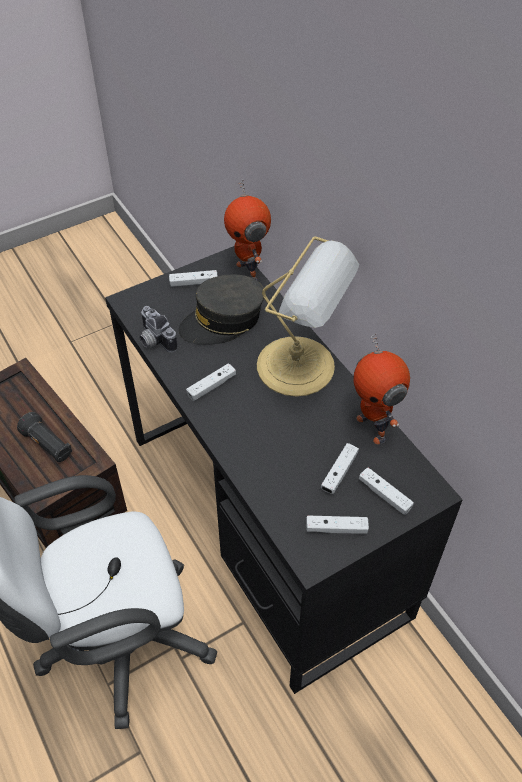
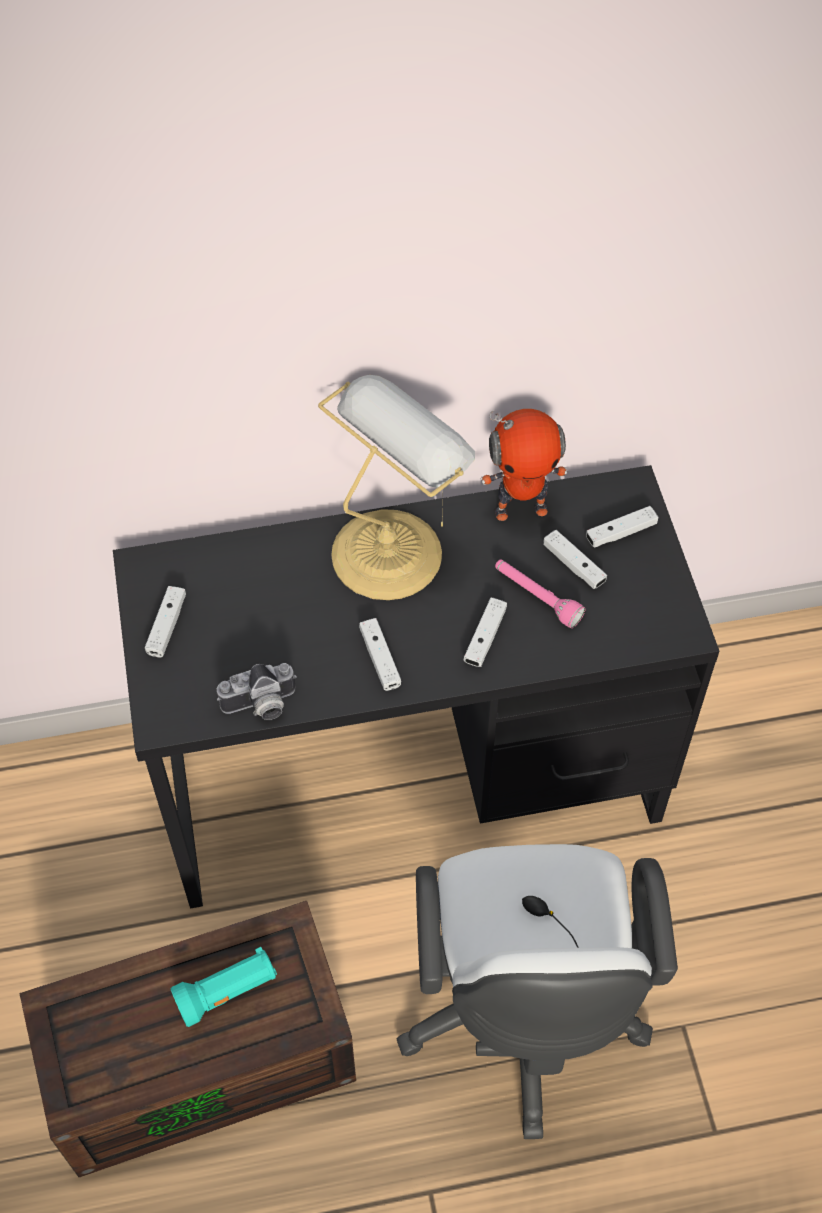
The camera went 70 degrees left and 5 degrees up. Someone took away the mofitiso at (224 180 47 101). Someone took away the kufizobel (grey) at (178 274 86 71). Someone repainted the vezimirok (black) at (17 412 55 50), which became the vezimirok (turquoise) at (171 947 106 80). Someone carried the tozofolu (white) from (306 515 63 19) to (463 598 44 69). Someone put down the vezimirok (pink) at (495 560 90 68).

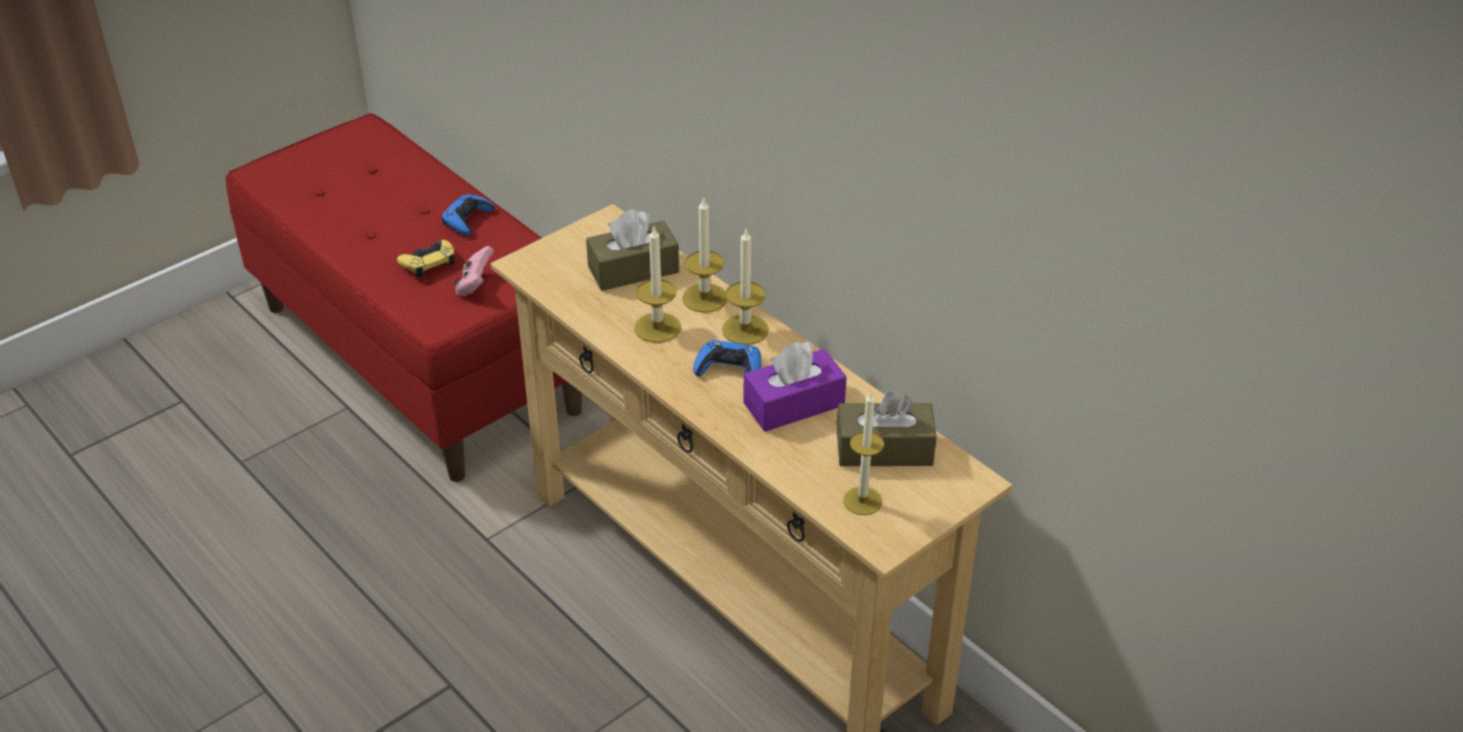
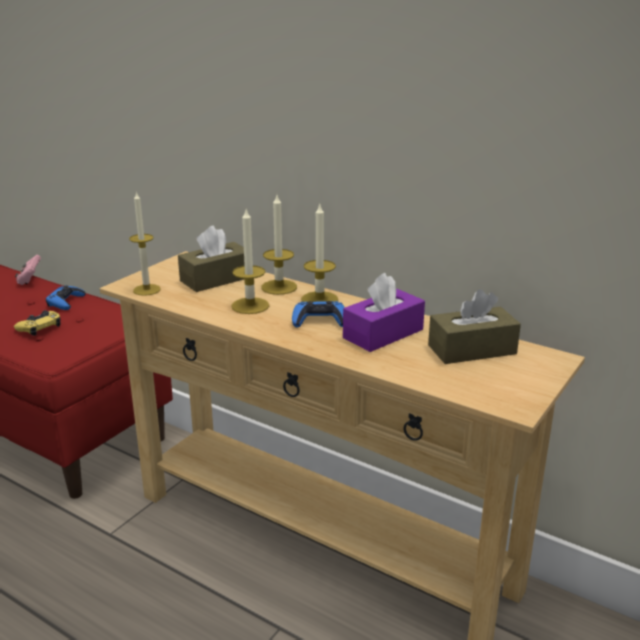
The camera went 15 degrees left and 15 degrees down. Someone carried the tozofolu (pink) from (454 246 40 50) to (15 255 26 30). Someone carried the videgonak from (843 391 41 124) to (129 191 32 105).

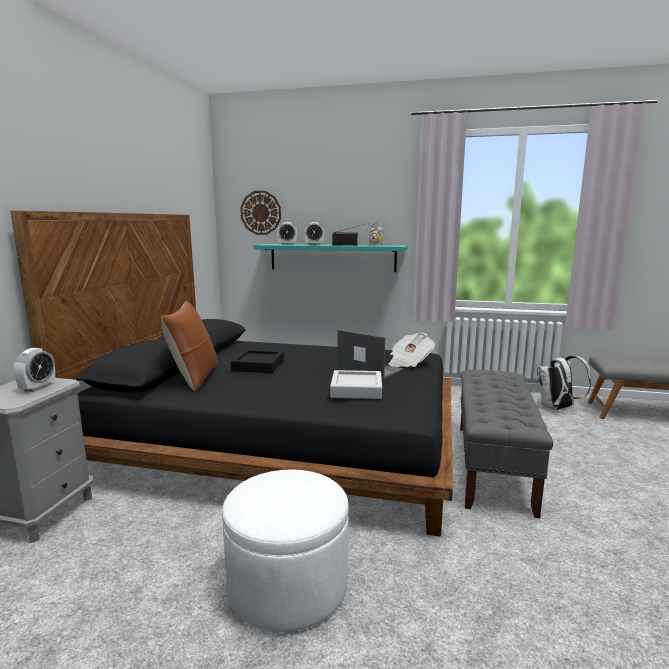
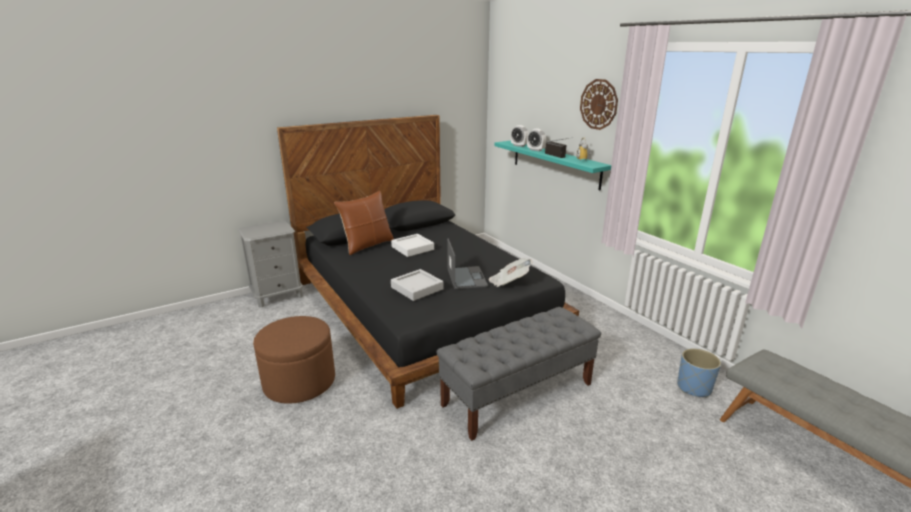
The camera went 45 degrees right and 10 degrees up. Someone carried the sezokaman from (241 191 40 44) to (580 79 38 51). Someone took away the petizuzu at (14 348 41 44). Someone repainted the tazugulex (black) at (231 350 53 23), which became the tazugulex (white) at (391 234 43 23). Someone swapped the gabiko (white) at (537 356 54 54) for the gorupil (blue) at (677 348 44 50). Someone repainted the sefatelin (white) at (222 469 127 163), which became the sefatelin (brown) at (253 316 82 88).

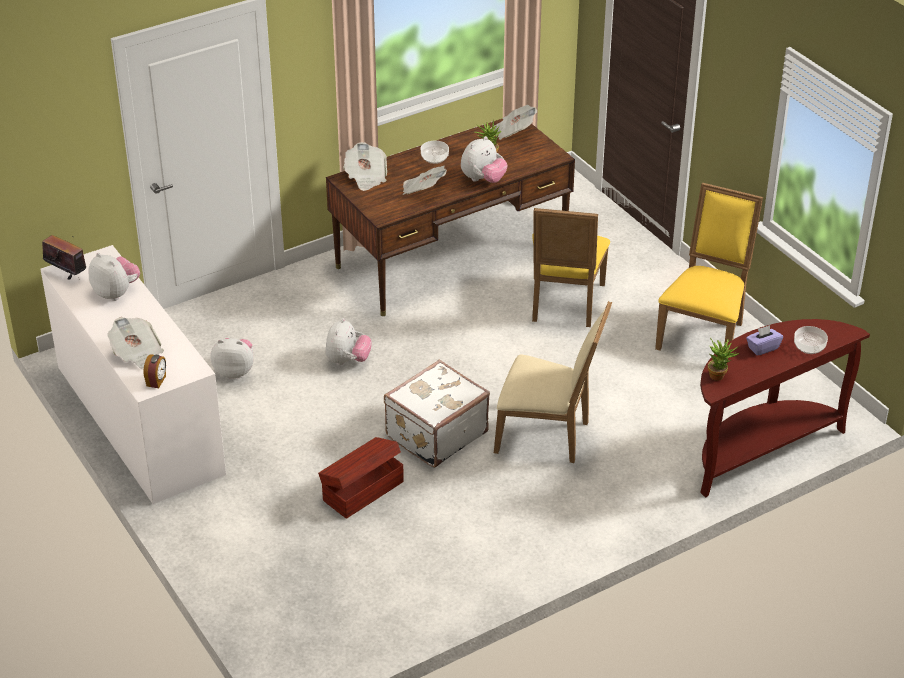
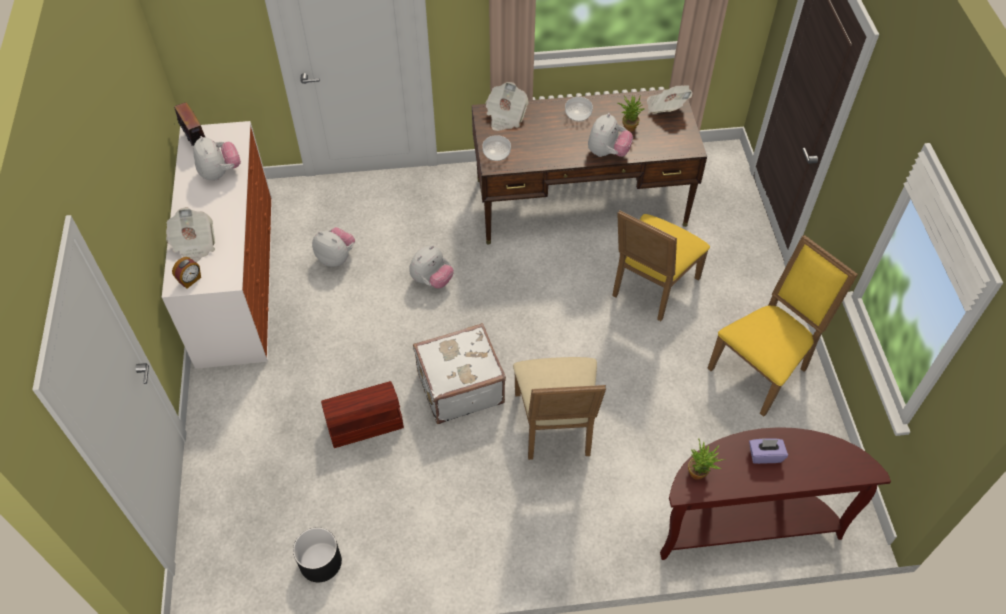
The camera went 25 degrees right and 15 degrees up. Someone rotated the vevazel at (461 136 47 47) by 45 degrees counterclockwise. Someone took away the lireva at (403 166 44 29). Someone rotated the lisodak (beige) at (494 301 118 162) by 45 degrees clockwise. Someone carried the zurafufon from (794 326 34 28) to (482 135 29 26). Someone put down the gorupil (black) at (293 527 49 55).

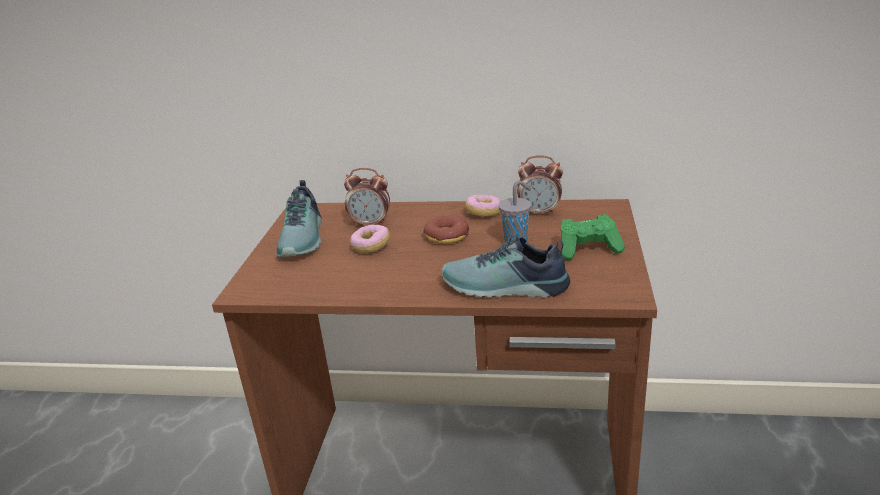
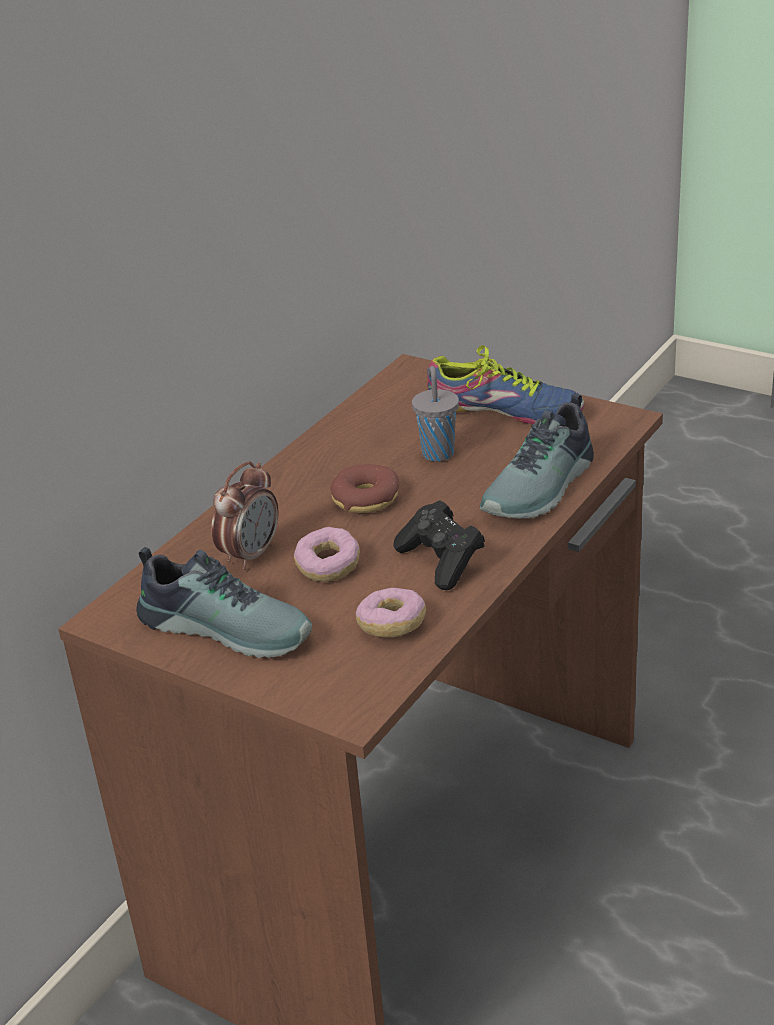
The camera went 65 degrees left and 5 degrees up. Someone took away the petizuzu at (517 155 46 61). Someone carried the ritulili from (466 195 35 22) to (356 588 70 50). Someone swapped the tozofolu (green) at (560 214 65 46) for the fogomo at (427 345 157 79). Someone put down the tozofolu (black) at (393 500 92 90).

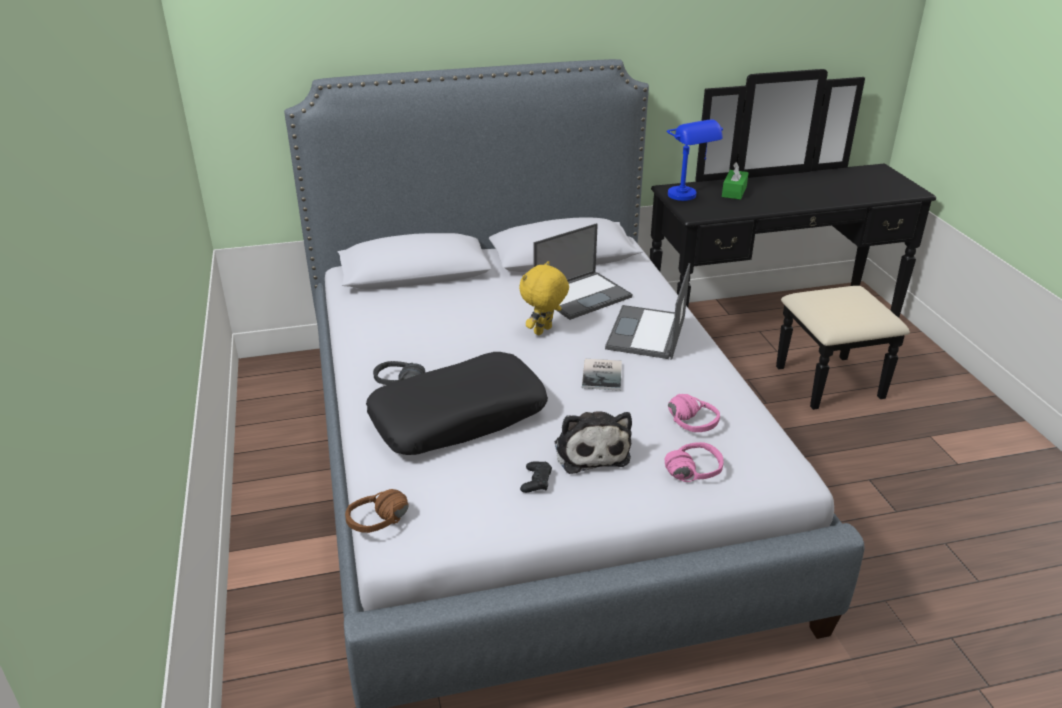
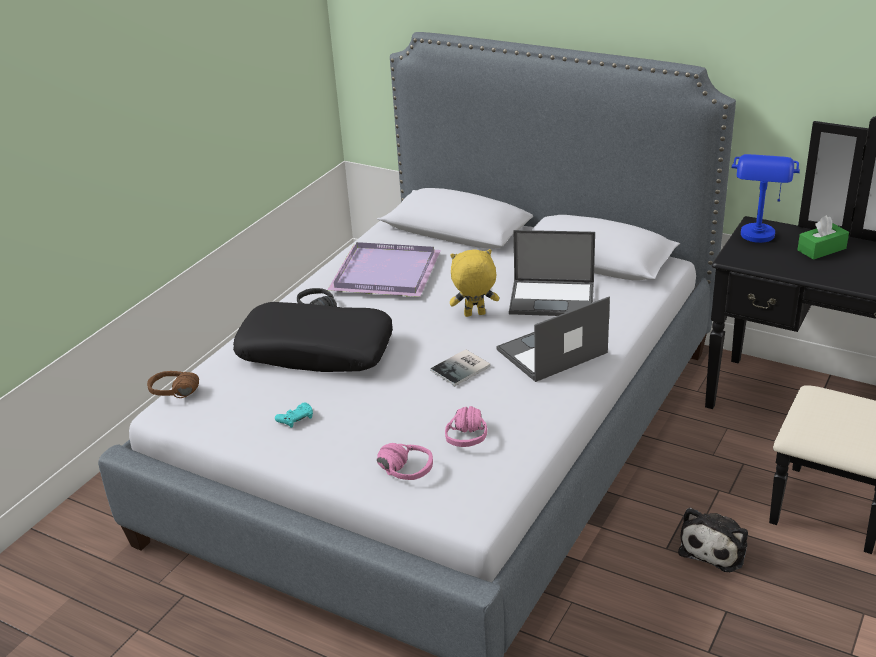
The camera went 45 degrees right and 0 degrees up. Someone carried the vevazel from (555 411 77 63) to (678 508 70 64). Someone repainted the tozofolu (black) at (520 461 32 32), which became the tozofolu (turquoise) at (275 402 38 26). Someone put down the tazugulex (purple) at (327 242 114 55).

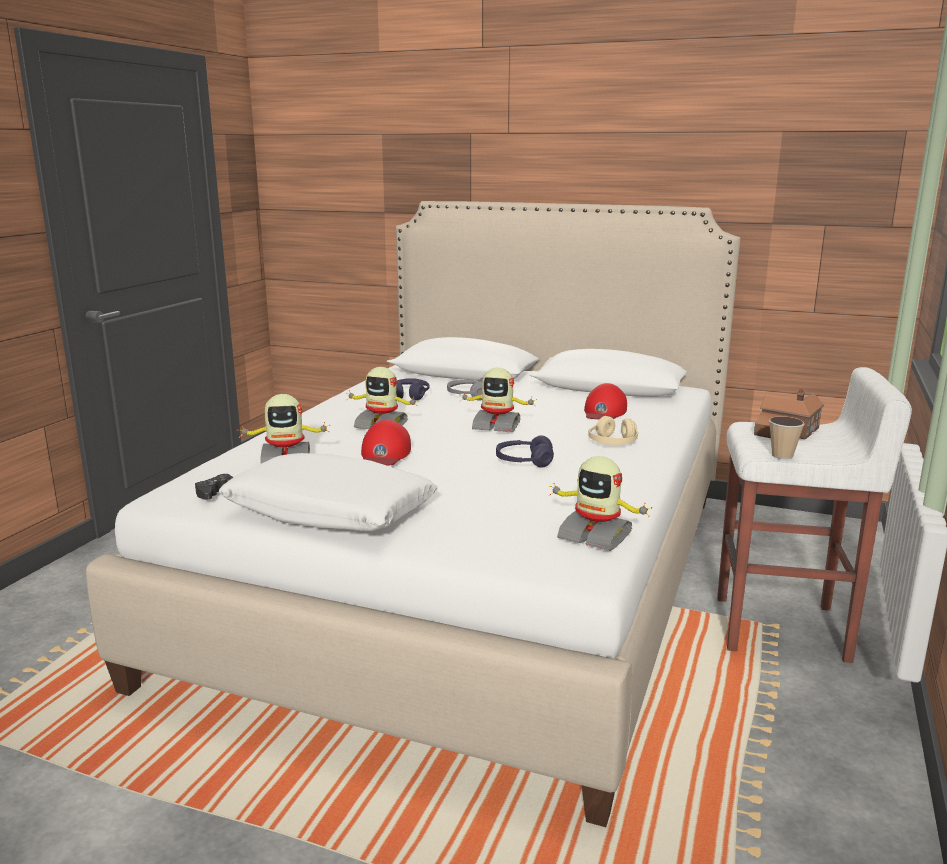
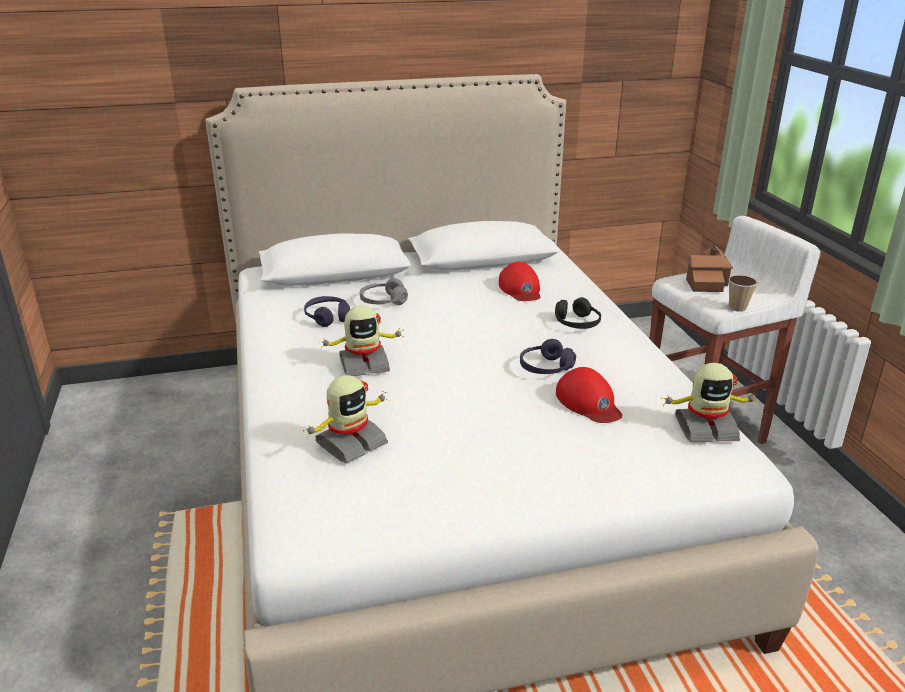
The camera went 35 degrees left and 10 degrees up. Someone took away the mofitiso at (460 368 77 64). Someone repainted the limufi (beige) at (588 416 50 29), which became the limufi (black) at (555 297 46 32). Someone carried the kufizobel (red) from (361 420 50 46) to (556 367 66 56). Someone took away the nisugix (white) at (219 453 219 78). Someone took away the tozofolu (black) at (195 474 38 26).

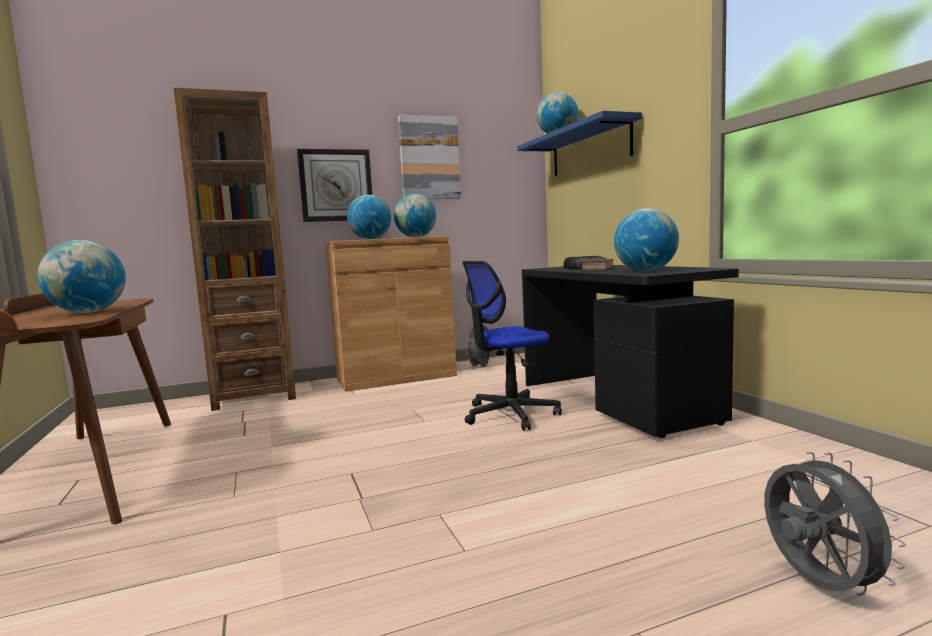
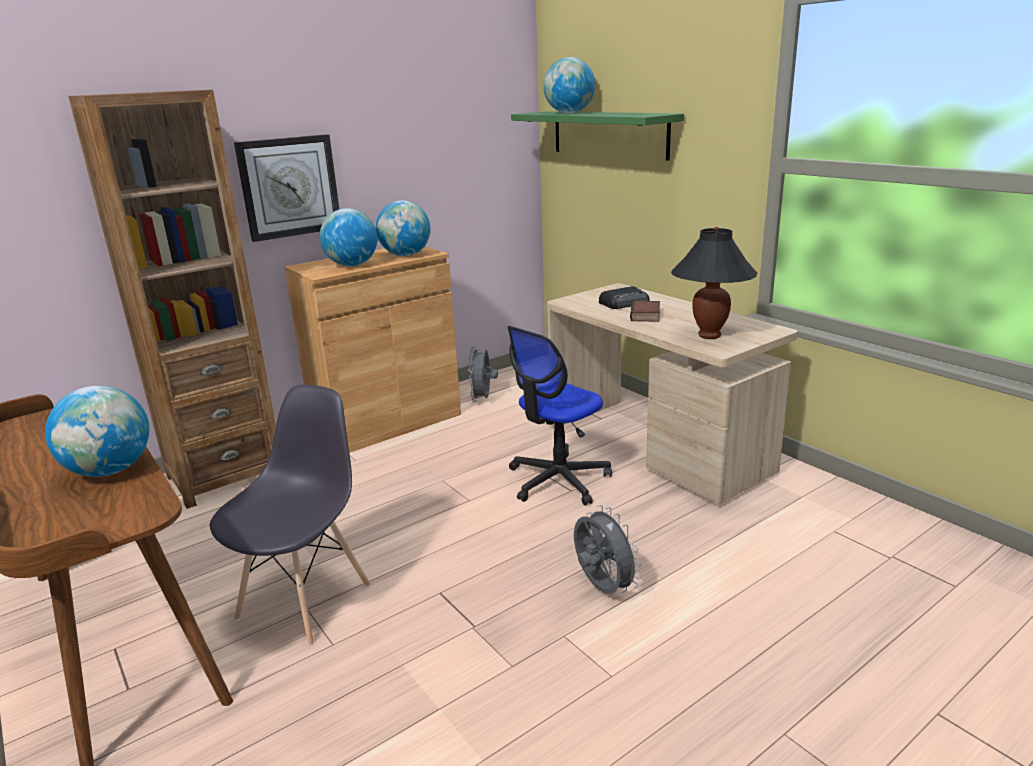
The camera went 15 degrees left and 15 degrees up. Someone repainted the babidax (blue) at (517 111 125 65), which became the babidax (green) at (511 111 173 50). Someone took away the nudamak at (398 115 63 84). Someone swapped the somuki at (614 208 65 63) for the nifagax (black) at (671 227 86 112). Someone repainted the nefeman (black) at (522 265 217 173), which became the nefeman (beige) at (547 283 251 221). Someone carried the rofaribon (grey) from (764 452 142 144) to (574 505 68 89). Someone put down the lisodak (grey) at (210 385 161 260).

